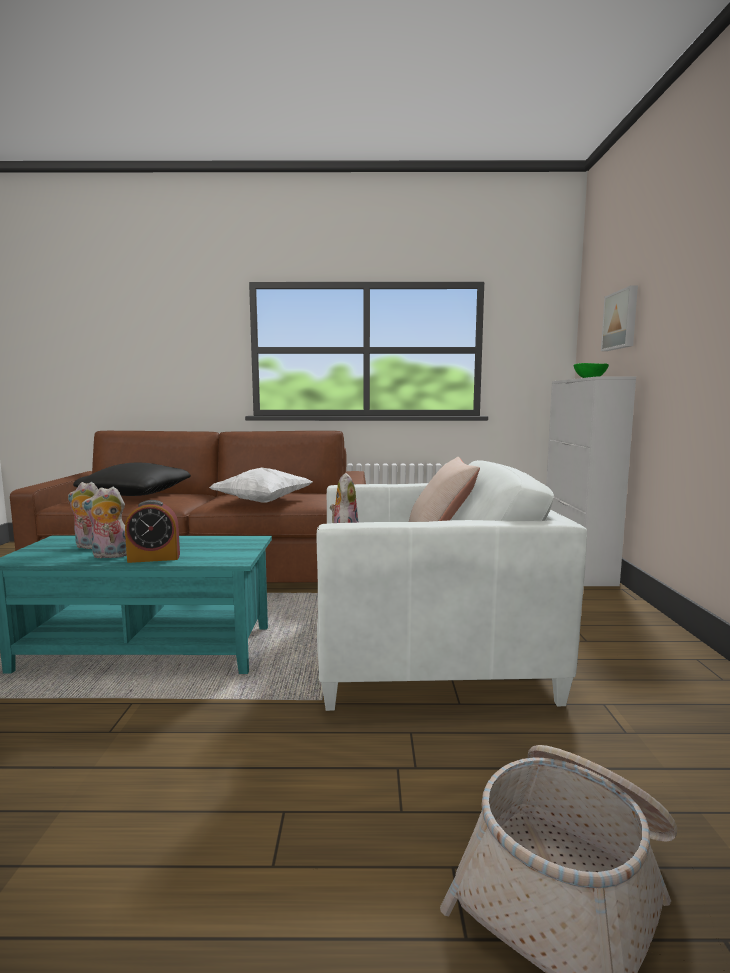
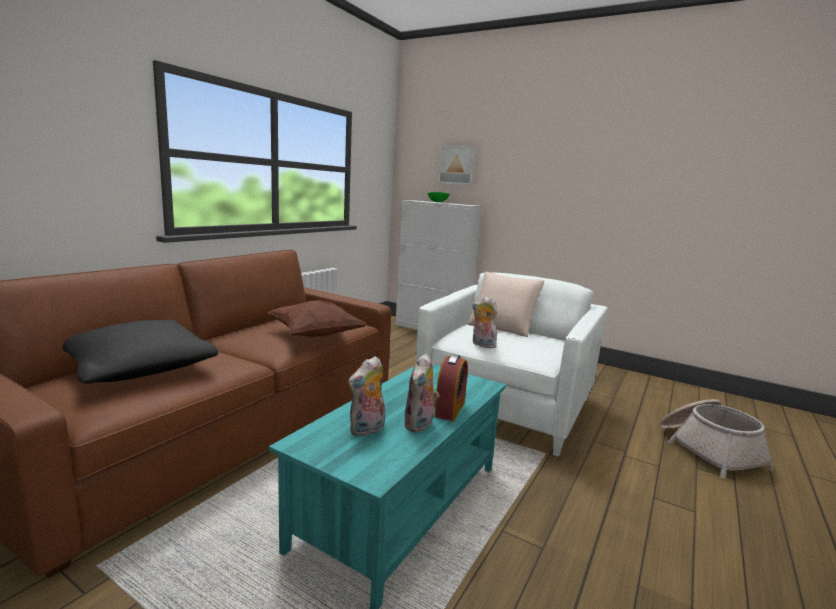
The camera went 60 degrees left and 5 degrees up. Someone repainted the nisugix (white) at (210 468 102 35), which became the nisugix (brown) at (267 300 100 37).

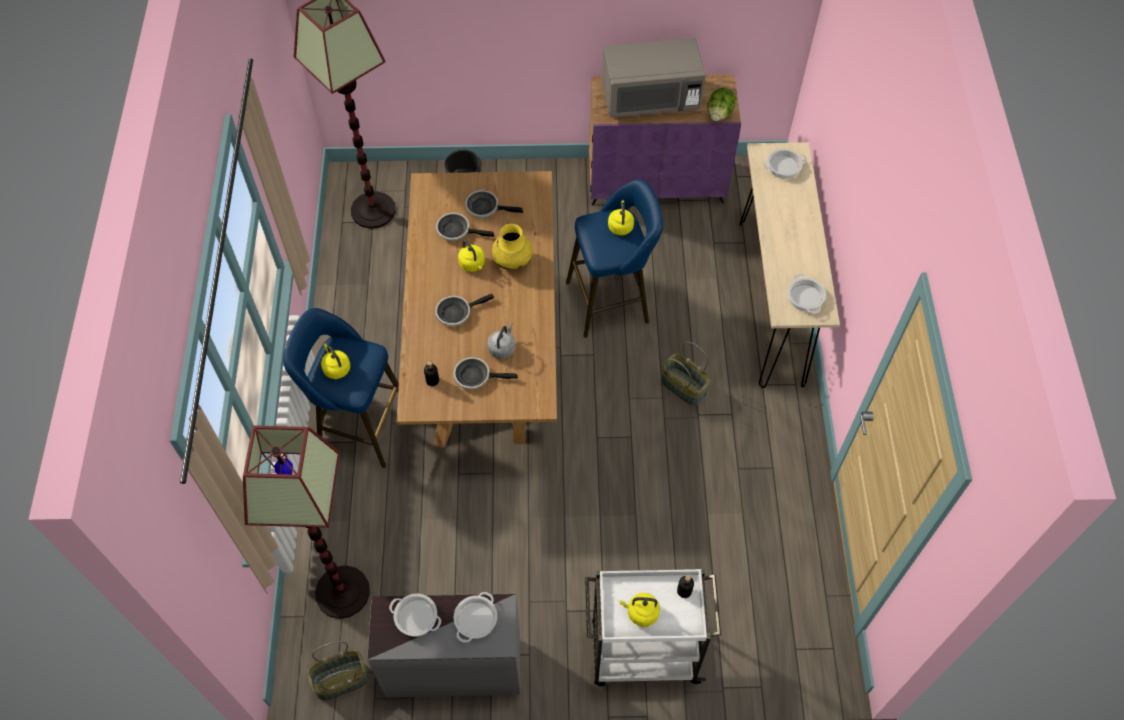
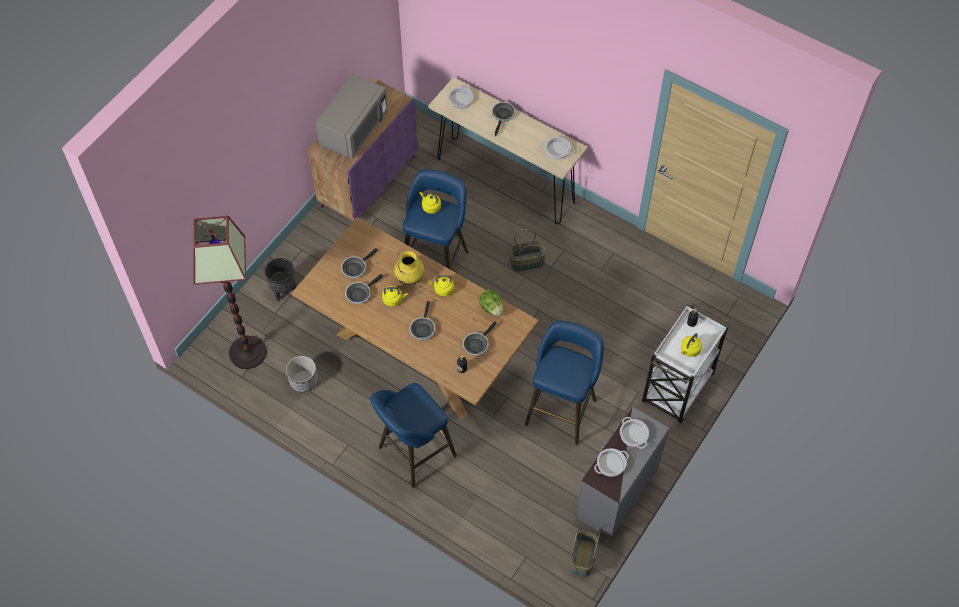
The camera went 55 degrees left and 0 degrees up. Someone carried the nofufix from (707 88 29 33) to (479 289 24 27). Someone took away the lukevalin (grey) at (487 323 28 36). Someone carried the lukevalin (yellow) from (321 343 29 36) to (428 275 26 22). Someone took away the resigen at (243 426 127 193). Someone put down the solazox at (492 102 23 34). Someone put down the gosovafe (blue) at (525 321 79 124). Someone put down the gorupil at (286 356 32 36).

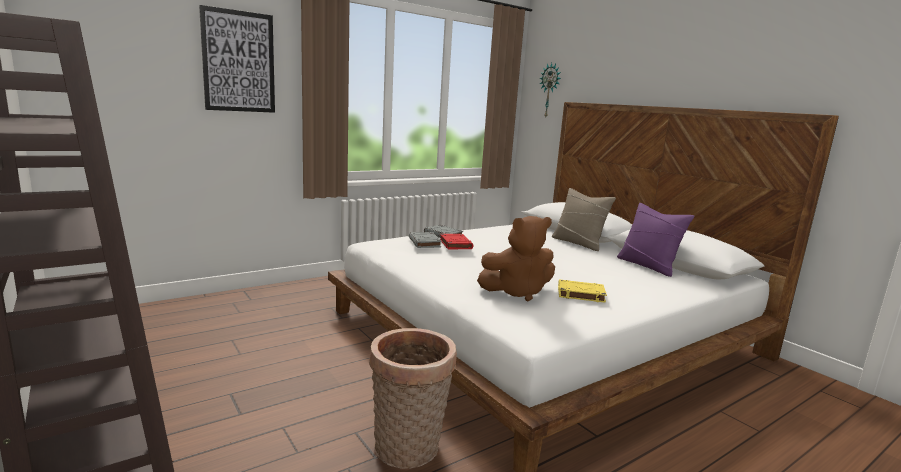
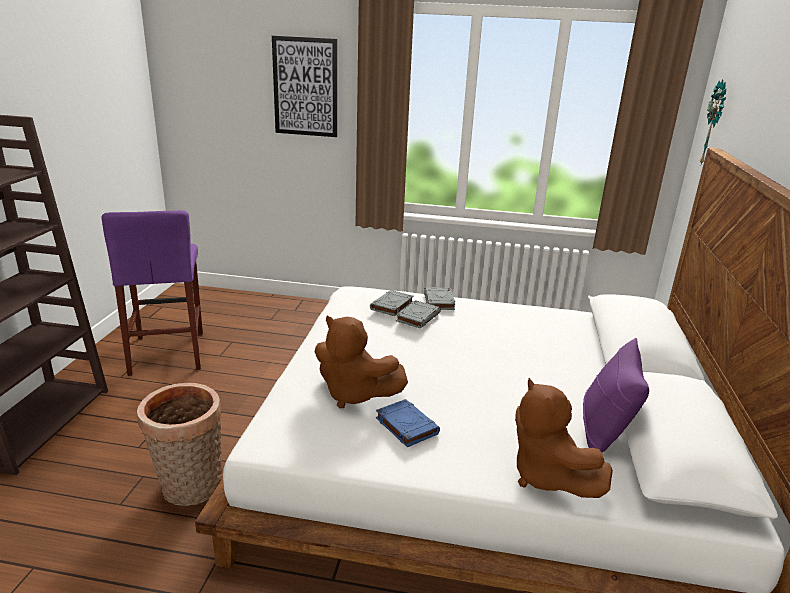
The camera went 45 degrees right and 10 degrees up. Someone took away the nisugix (beige) at (552 188 64 63). Someone repainted the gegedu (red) at (440 234 33 16), which became the gegedu (grey) at (396 300 45 29). Someone repainted the gegedu (yellow) at (558 280 49 23), which became the gegedu (blue) at (376 399 64 48). Someone put down the gosovafe (purple) at (101 210 102 166). Someone put down the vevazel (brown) at (515 378 98 120).

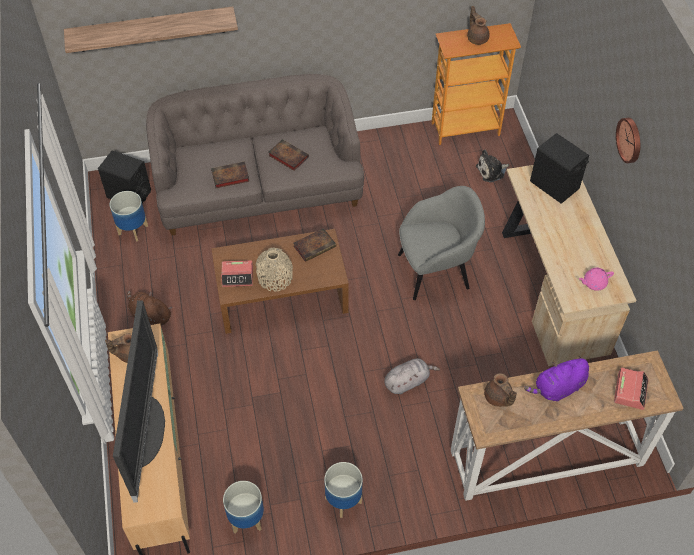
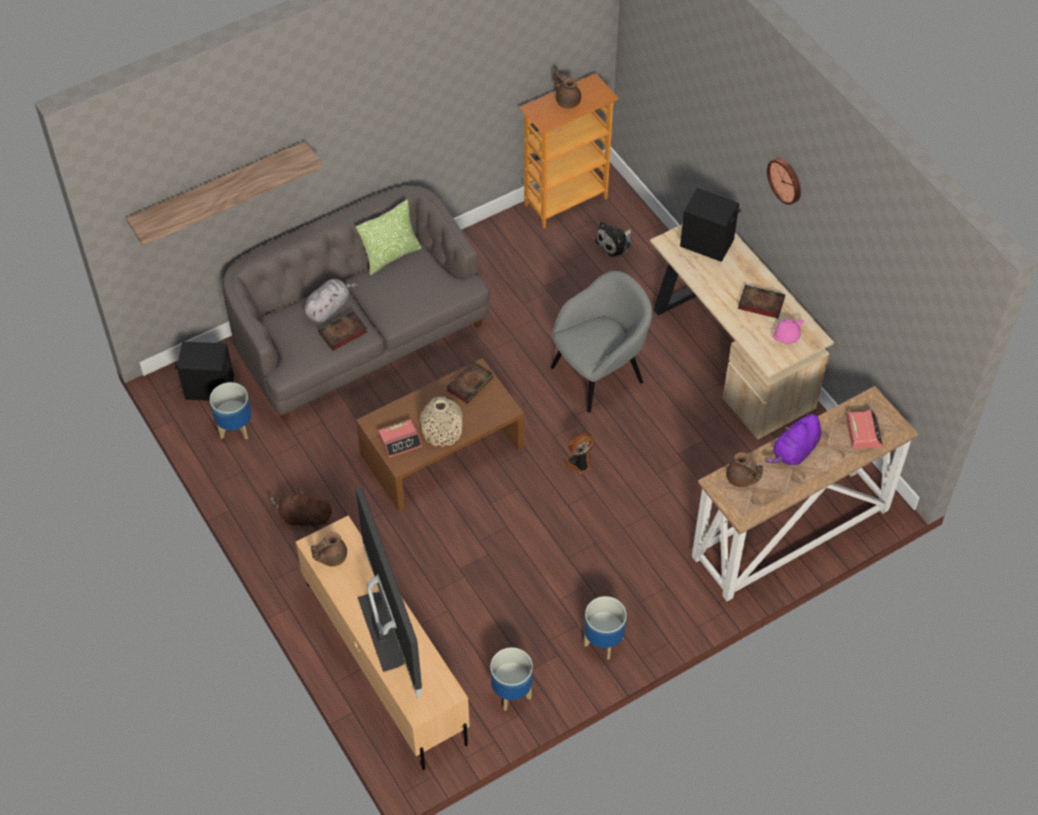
The camera went 20 degrees left and 0 degrees up. Someone carried the gegedu from (268 139 41 32) to (738 285 47 34). Someone carried the vevazel (grey) from (384 358 56 36) to (303 279 56 44). Someone put down the nisugix at (356 200 66 75). Someone put down the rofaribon at (564 433 31 41).

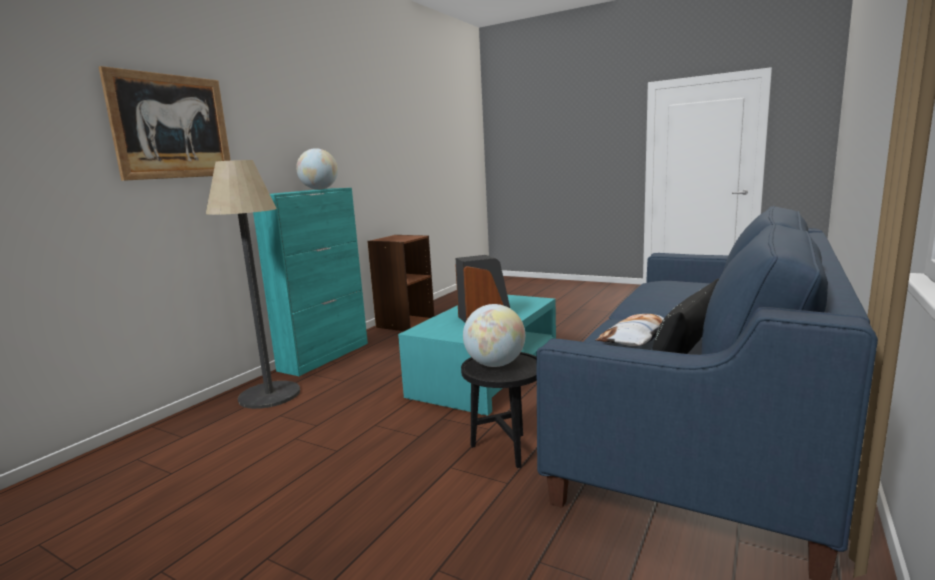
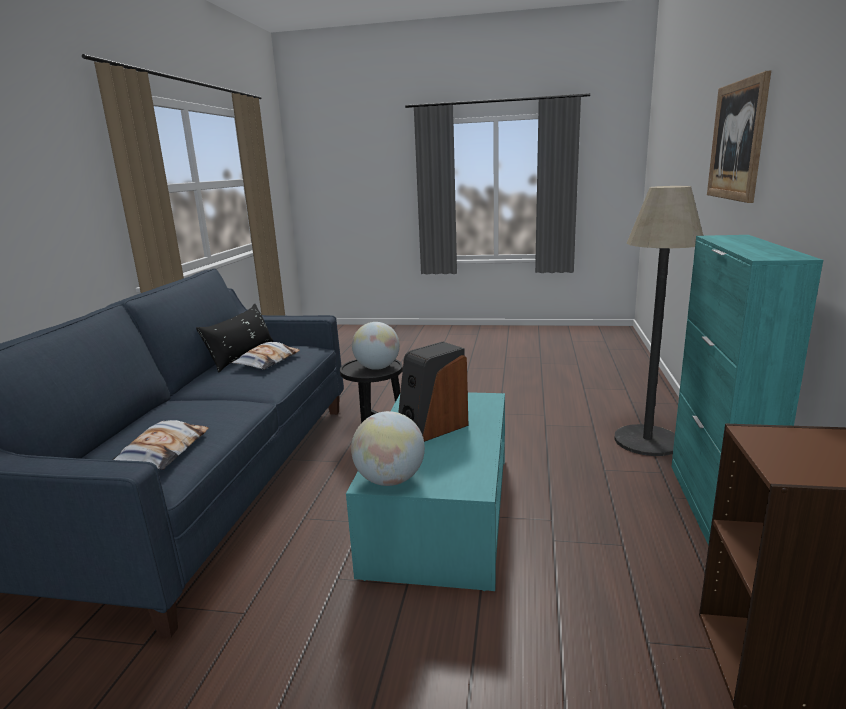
The camera went 160 degrees right and 5 degrees up. Someone carried the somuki from (296 148 42 42) to (351 411 74 75). Someone put down the nisugix at (113 420 96 50).

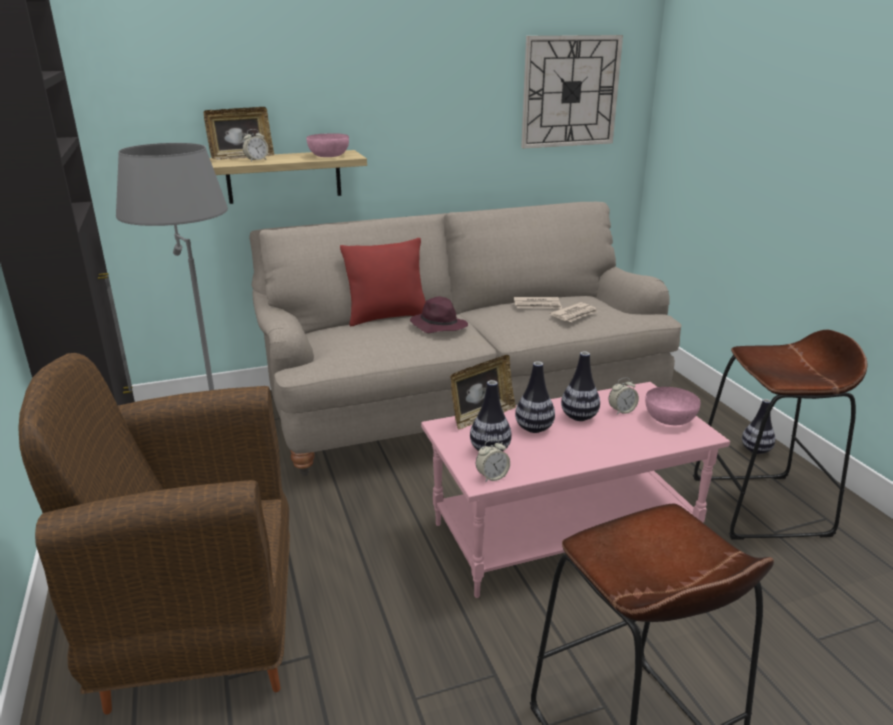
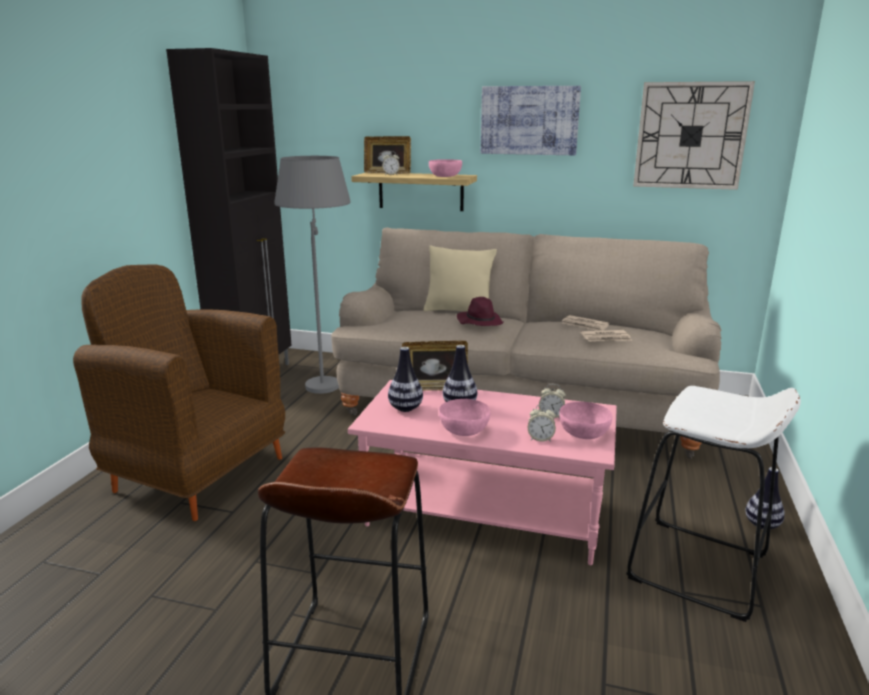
The camera went 35 degrees right and 5 degrees down. Someone repainted the nisugix (red) at (340 238 86 89), which became the nisugix (beige) at (423 246 74 66). Someone repainted the gosovafe (brown) at (693 330 174 210), which became the gosovafe (white) at (626 386 175 236). Someone took away the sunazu at (561 351 39 70). Someone carried the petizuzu from (476 439 34 44) to (528 404 28 38). Someone put up the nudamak at (481 86 100 69). Someone put down the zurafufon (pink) at (439 399 51 37).

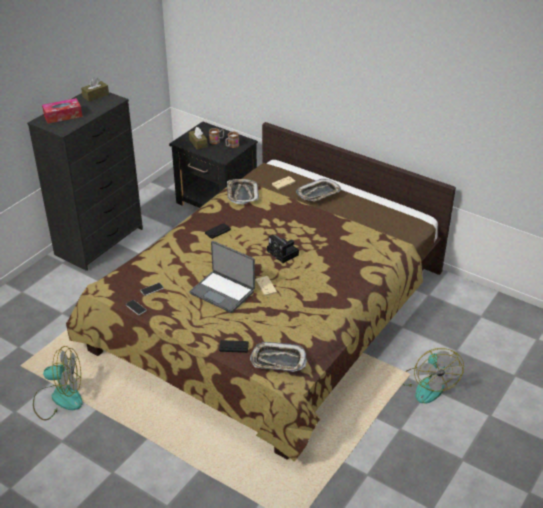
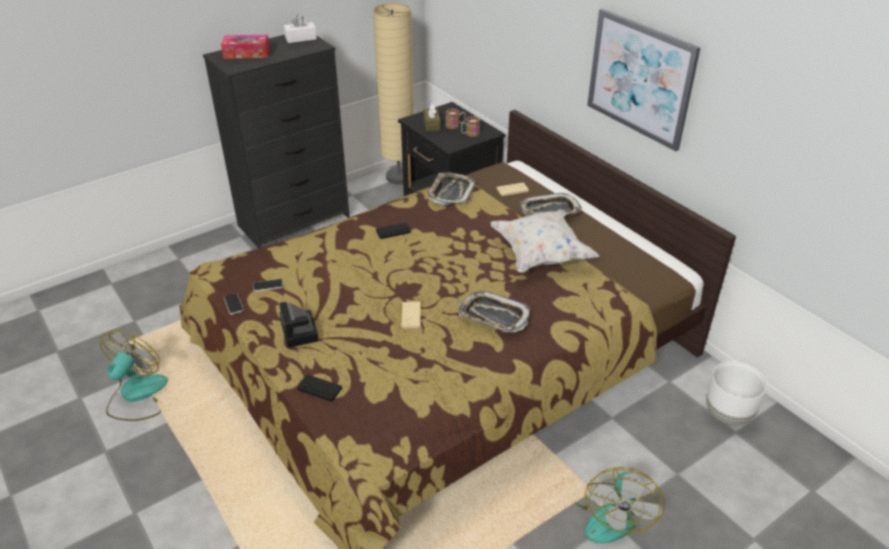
The camera went 20 degrees right and 0 degrees up. Someone repainted the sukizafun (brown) at (81 78 28 23), which became the sukizafun (white) at (284 14 33 29). Someone carried the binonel from (267 235 32 28) to (279 302 40 46). Someone took away the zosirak at (189 241 66 72). Someone carried the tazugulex from (250 342 57 30) to (458 291 72 41). Someone rotated the rofaribon at (33 346 50 74) by 90 degrees counterclockwise. Someone put down the resigen (beige) at (373 3 41 181). Someone put up the nudamak at (587 9 113 143). Someone put down the nisugix (white) at (491 209 109 64). Someone put down the gorupil (white) at (706 361 61 65).

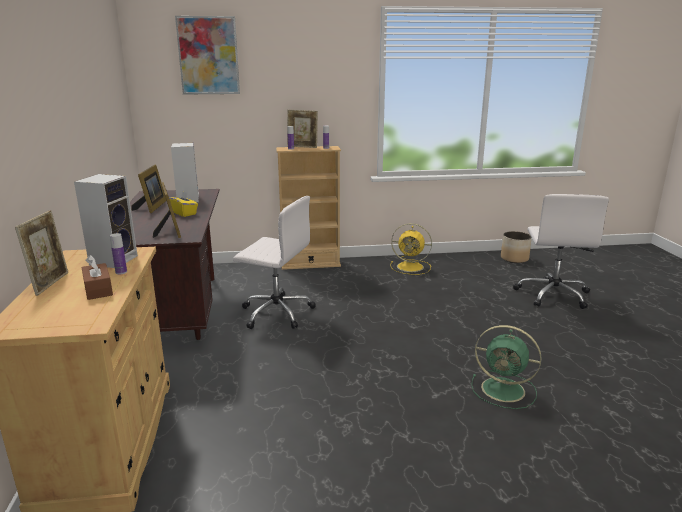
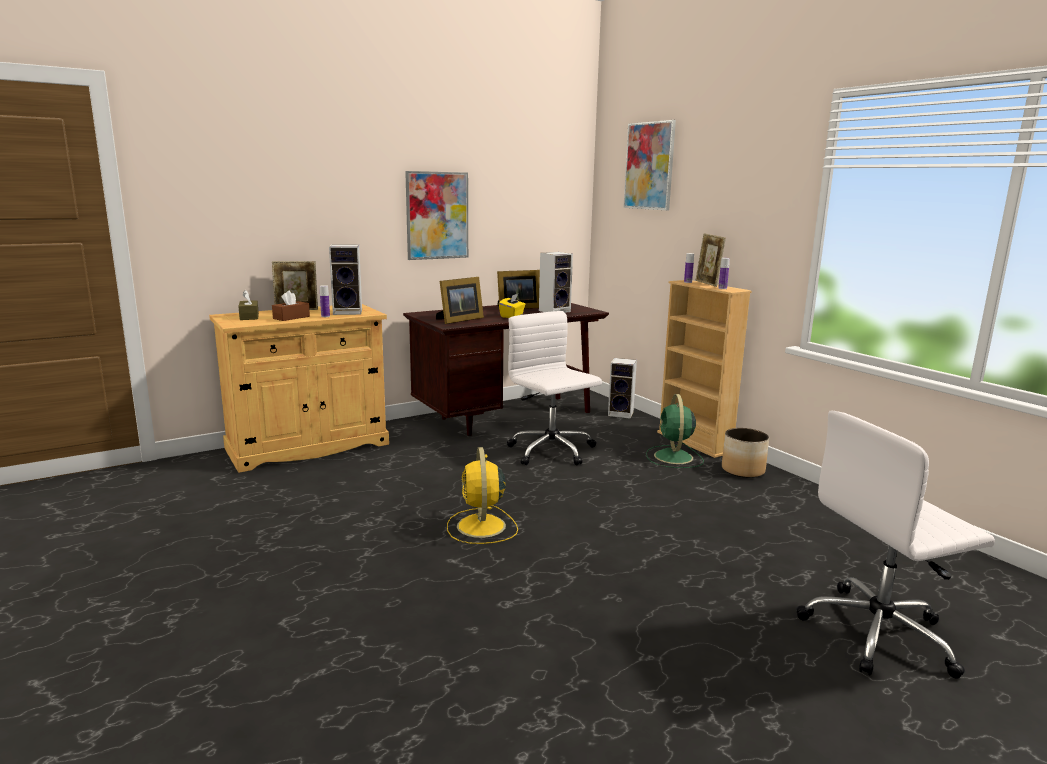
The camera went 65 degrees right and 5 degrees down. Someone rotated the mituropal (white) at (233 196 83 133) by 150 degrees clockwise. Someone carried the rofaribon (yellow) from (390 223 42 52) to (447 447 71 97). Someone carried the gorupil from (501 231 31 32) to (722 428 47 50). Someone carried the rofaribon (green) from (471 325 71 84) to (646 394 58 74). Someone put up the nudamak at (405 171 63 89). Someone put down the sukizafun (brown) at (238 290 21 30). Someone put down the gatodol at (608 358 29 60).

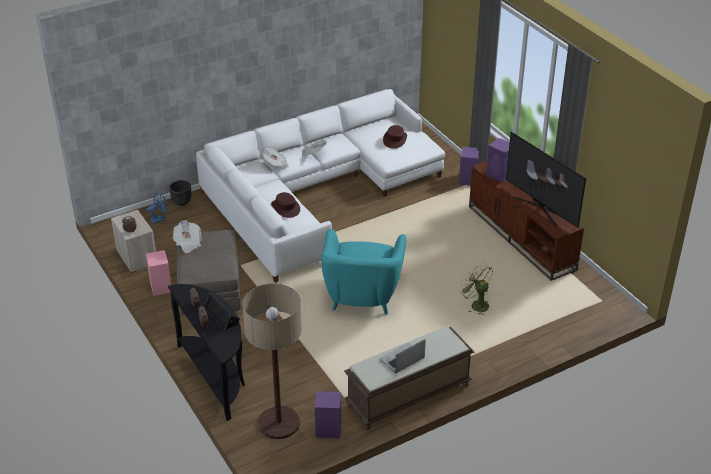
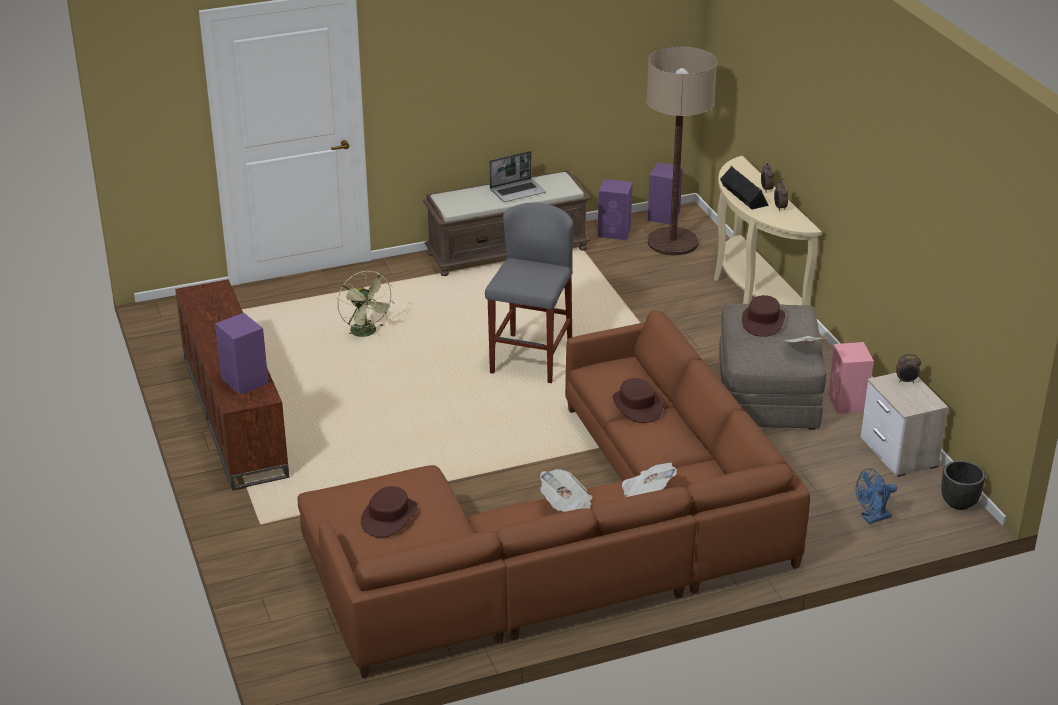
The camera went 170 degrees left and 5 degrees down. Someone repainted the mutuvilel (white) at (196 89 249 194), which became the mutuvilel (brown) at (297 310 513 368). Someone took away the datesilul at (506 132 80 96). Someone carried the gatodol (purple) from (459 147 20 39) to (648 163 35 62). Someone carried the gorupil (black) from (169 180 22 26) to (941 461 44 49). Someone swapped the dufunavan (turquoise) at (321 229 85 86) for the gosovafe (grey) at (485 202 88 181). Someone repainted the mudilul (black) at (168 284 77 137), which became the mudilul (beige) at (714 156 108 150). Someone put down the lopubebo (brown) at (742 295 43 42).

